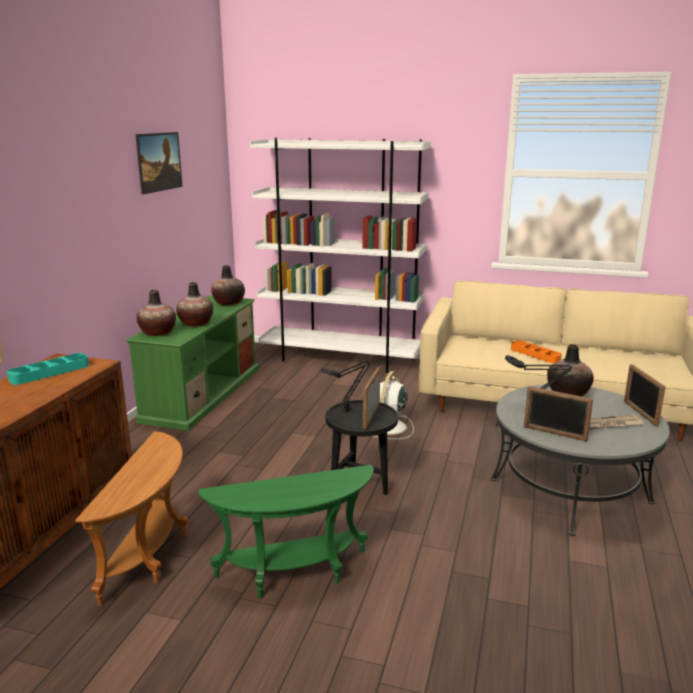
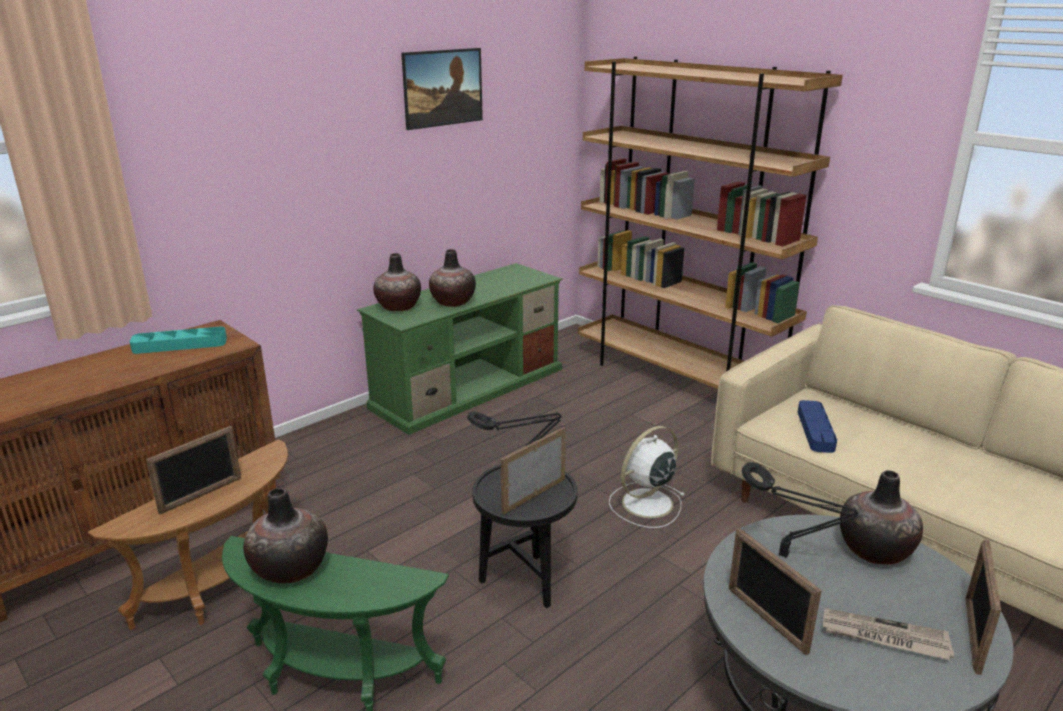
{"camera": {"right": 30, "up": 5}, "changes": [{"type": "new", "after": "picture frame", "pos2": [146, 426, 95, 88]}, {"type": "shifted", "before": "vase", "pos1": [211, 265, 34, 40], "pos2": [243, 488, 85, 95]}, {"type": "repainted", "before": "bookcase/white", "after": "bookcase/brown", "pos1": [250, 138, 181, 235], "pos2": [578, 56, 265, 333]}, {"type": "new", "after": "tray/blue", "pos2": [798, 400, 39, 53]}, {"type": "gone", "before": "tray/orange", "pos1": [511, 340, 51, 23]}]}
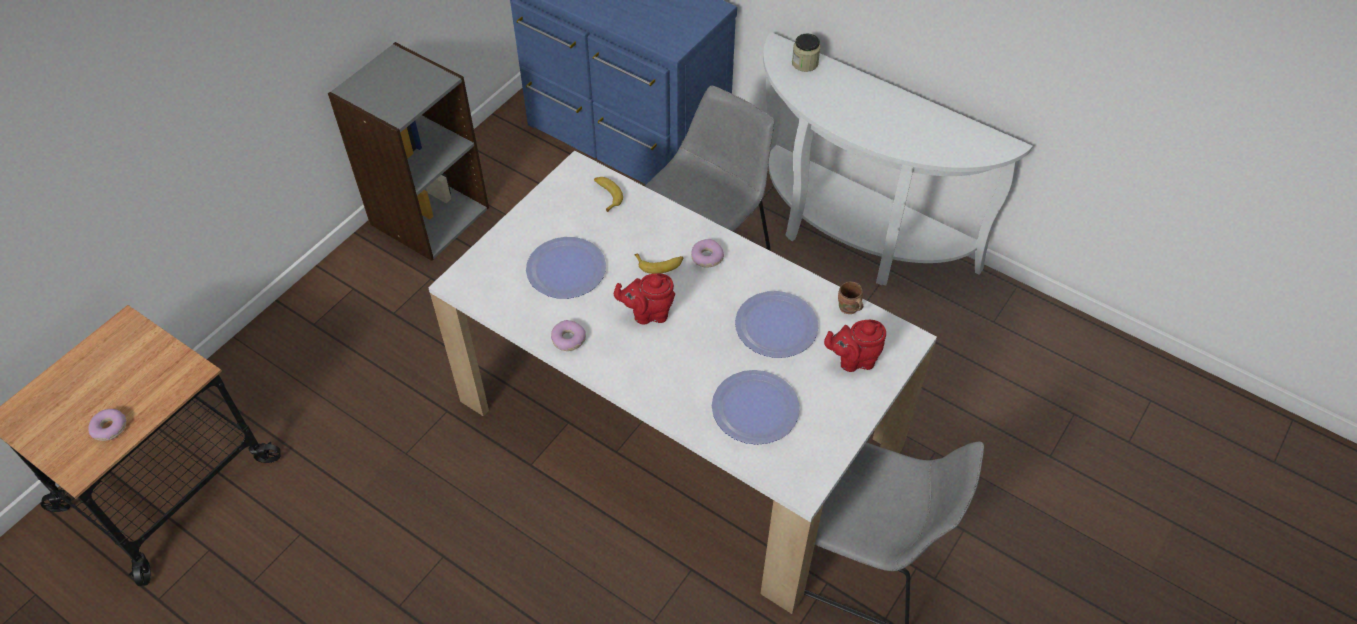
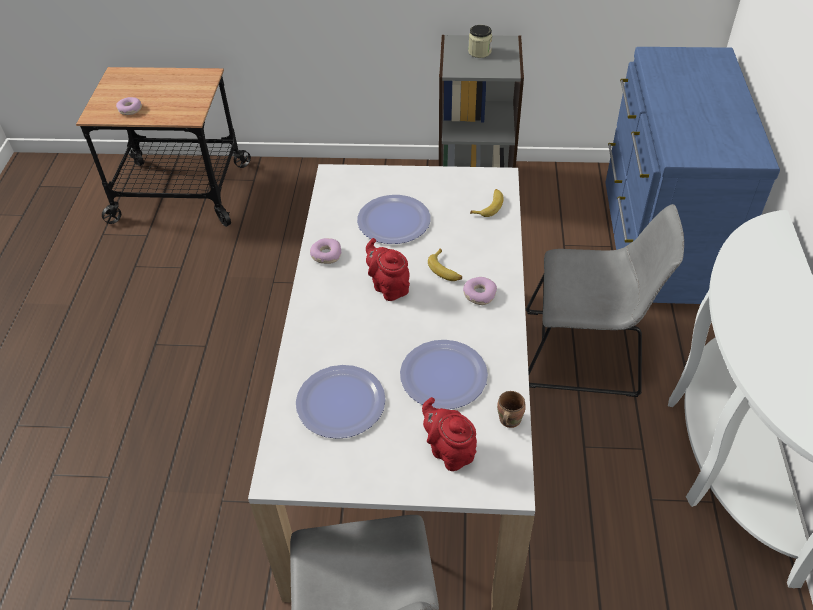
{"camera": {"right": 60, "up": -5}, "changes": [{"type": "shifted", "before": "jar", "pos1": [792, 33, 29, 39], "pos2": [468, 25, 24, 33]}]}
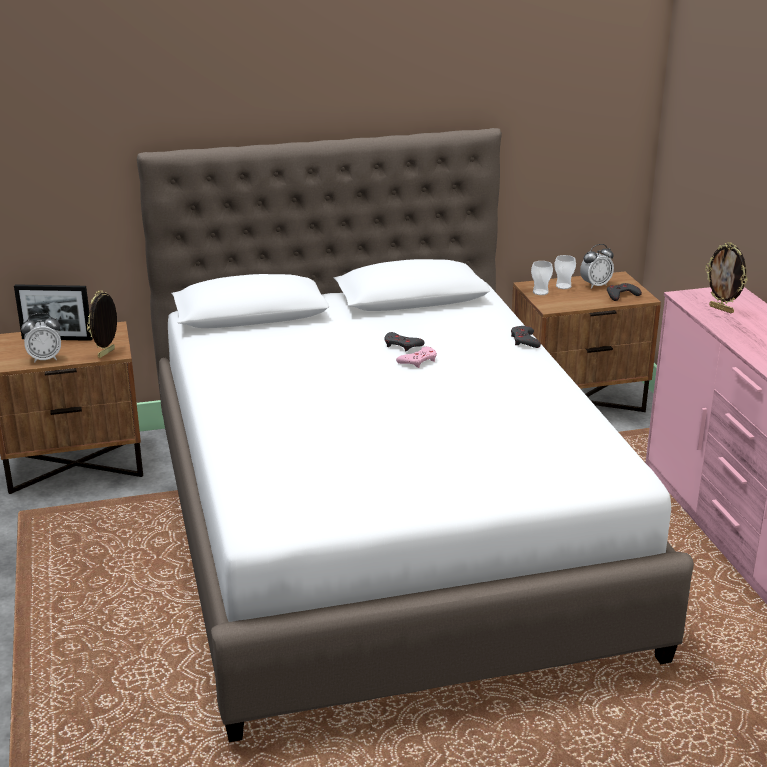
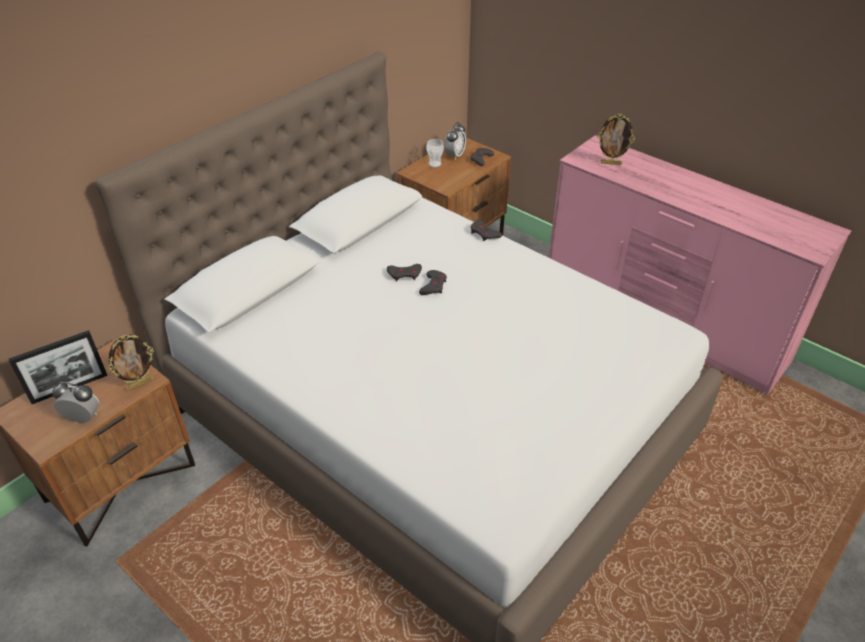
{"camera": {"right": -35, "up": 15}, "changes": [{"type": "rotated", "before": "alarm clock", "pos1": [21, 313, 40, 50], "pos2": [52, 382, 47, 41], "turn": -120}, {"type": "rotated", "before": "picture frame", "pos1": [87, 290, 30, 68], "pos2": [108, 334, 46, 57], "turn": -120}, {"type": "repainted", "before": "game controller/pink", "after": "game controller/grey", "pos1": [396, 347, 41, 21], "pos2": [419, 270, 28, 25]}, {"type": "gone", "before": "cup", "pos1": [531, 261, 22, 34]}]}
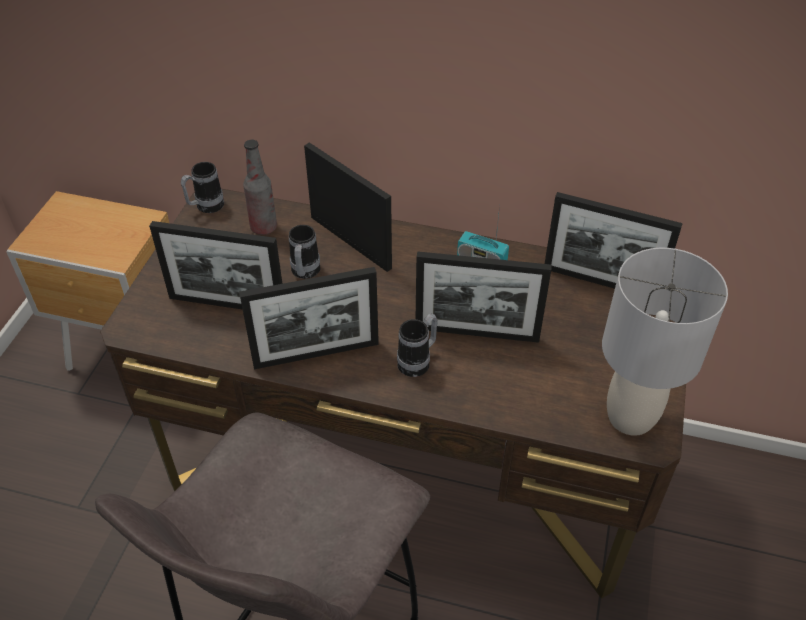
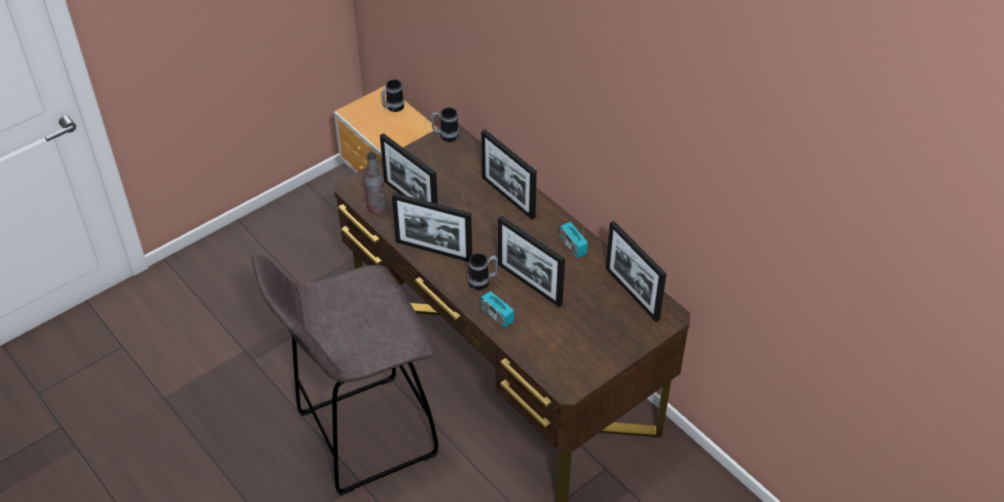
{"camera": {"right": 35, "up": 0}, "changes": [{"type": "shifted", "before": "bottle", "pos1": [243, 140, 34, 95], "pos2": [364, 152, 22, 62]}, {"type": "shifted", "before": "mug", "pos1": [289, 225, 31, 54], "pos2": [381, 79, 23, 33]}, {"type": "rotated", "before": "picture frame", "pos1": [304, 142, 88, 130], "pos2": [481, 129, 56, 90], "turn": 150}, {"type": "new", "after": "radio", "pos2": [481, 281, 33, 47]}, {"type": "gone", "before": "table lamp/grey", "pos1": [602, 248, 126, 188]}]}
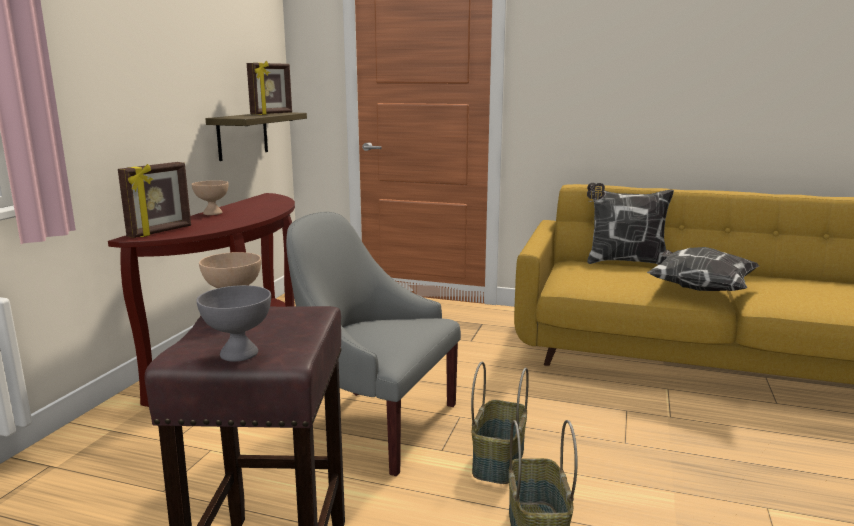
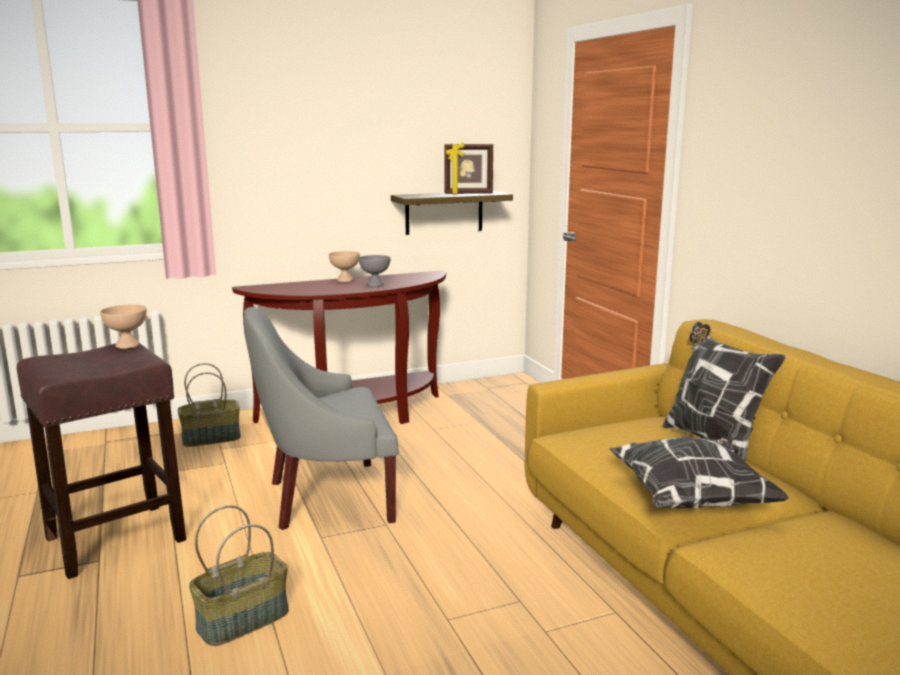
{"camera": {"right": 50, "up": 0}, "changes": [{"type": "shifted", "before": "basket", "pos1": [471, 362, 58, 122], "pos2": [178, 363, 63, 84]}, {"type": "rotated", "before": "armchair/grey", "pos1": [286, 212, 175, 264], "pos2": [244, 307, 154, 223], "turn": -90}, {"type": "shifted", "before": "bowl/grey", "pos1": [197, 285, 74, 77], "pos2": [359, 255, 32, 32]}, {"type": "gone", "before": "picture frame", "pos1": [118, 162, 73, 76]}]}
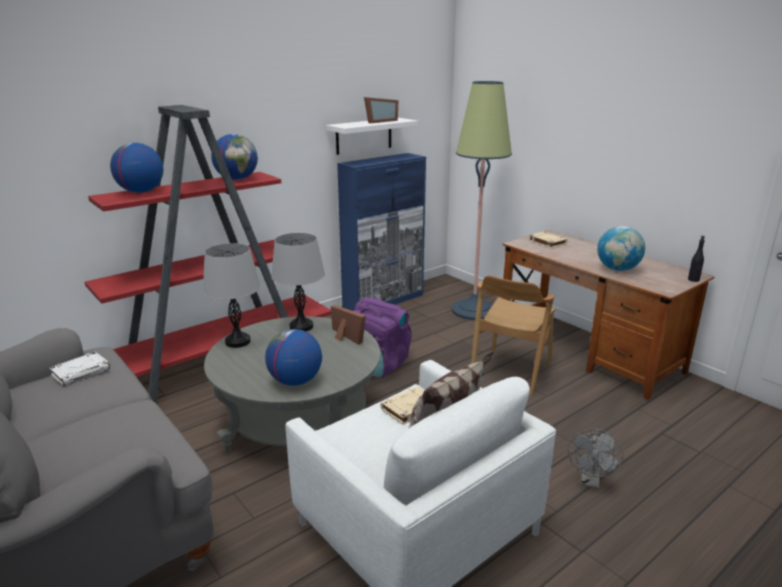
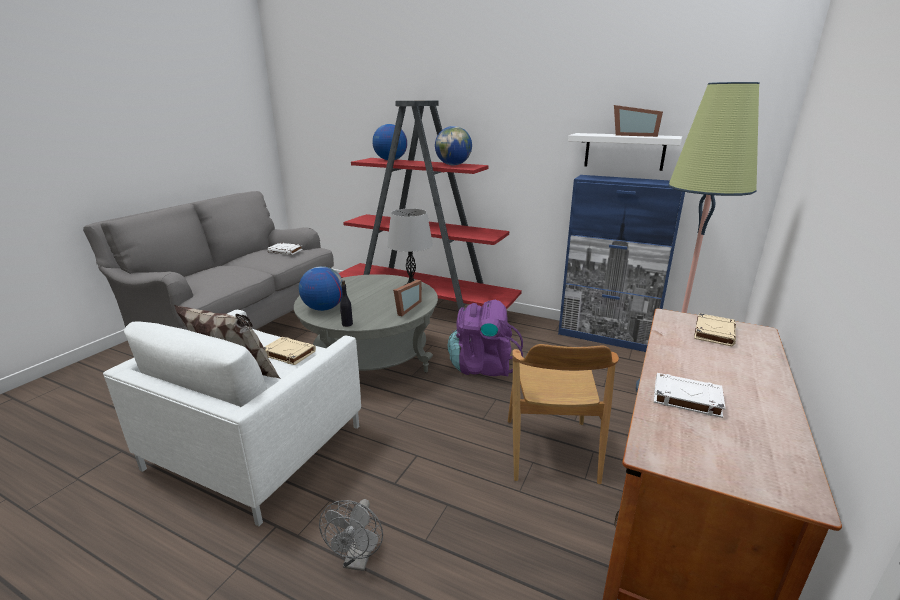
{"camera": {"right": 65, "up": 0}, "changes": [{"type": "rotated", "before": "fan/grey", "pos1": [568, 429, 55, 60], "pos2": [319, 499, 64, 72], "turn": -75}, {"type": "shifted", "before": "bottle/black", "pos1": [688, 236, 17, 46], "pos2": [340, 280, 13, 47]}, {"type": "rotated", "before": "chair/brown", "pos1": [471, 276, 84, 120], "pos2": [508, 344, 111, 140], "turn": -90}, {"type": "swapped", "before": "globe", "after": "book/white", "pos1": [597, 226, 48, 45], "pos2": [654, 373, 72, 45]}, {"type": "gone", "before": "table lamp/grey", "pos1": [203, 243, 57, 105]}]}
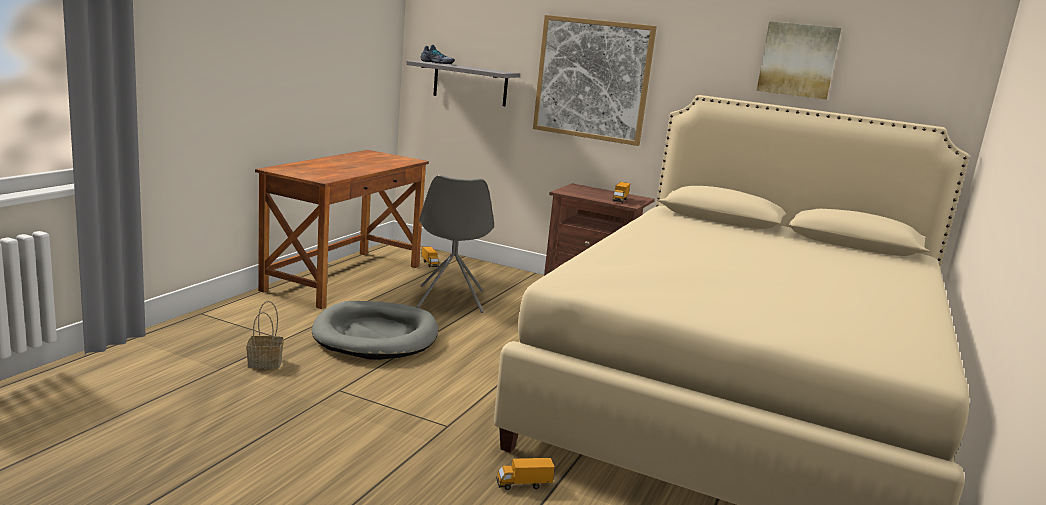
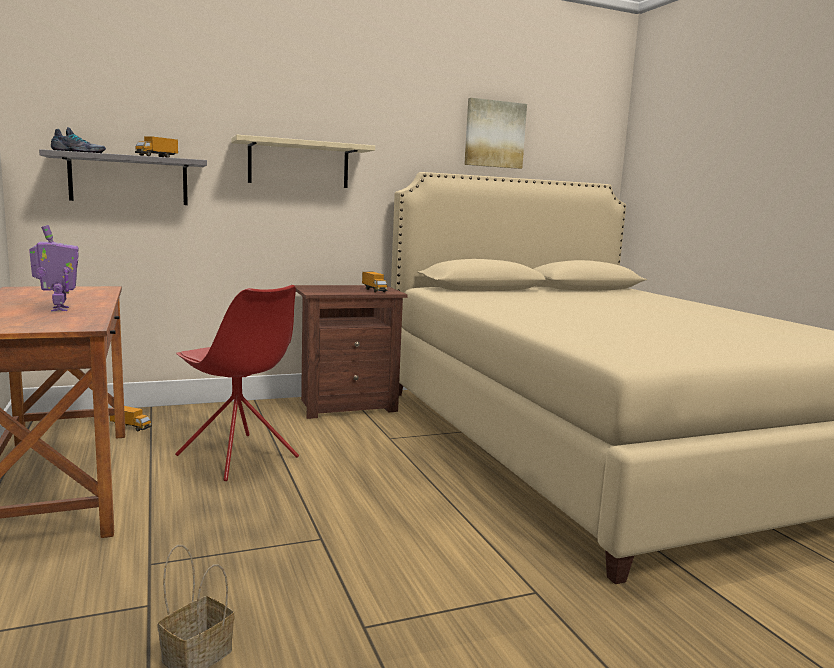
{"camera": {"right": -45, "up": -5}, "changes": [{"type": "new", "after": "toy robot", "pos2": [29, 225, 50, 87]}, {"type": "shifted", "before": "toy truck", "pos1": [496, 458, 59, 32], "pos2": [135, 136, 43, 22]}, {"type": "repainted", "before": "chair/grey", "after": "chair/red", "pos1": [416, 175, 78, 138], "pos2": [175, 285, 124, 196]}, {"type": "swapped", "before": "picture", "after": "shelf/beige", "pos1": [533, 15, 124, 131], "pos2": [231, 135, 144, 53]}, {"type": "gone", "before": "dog bed/grey", "pos1": [312, 301, 126, 59]}]}
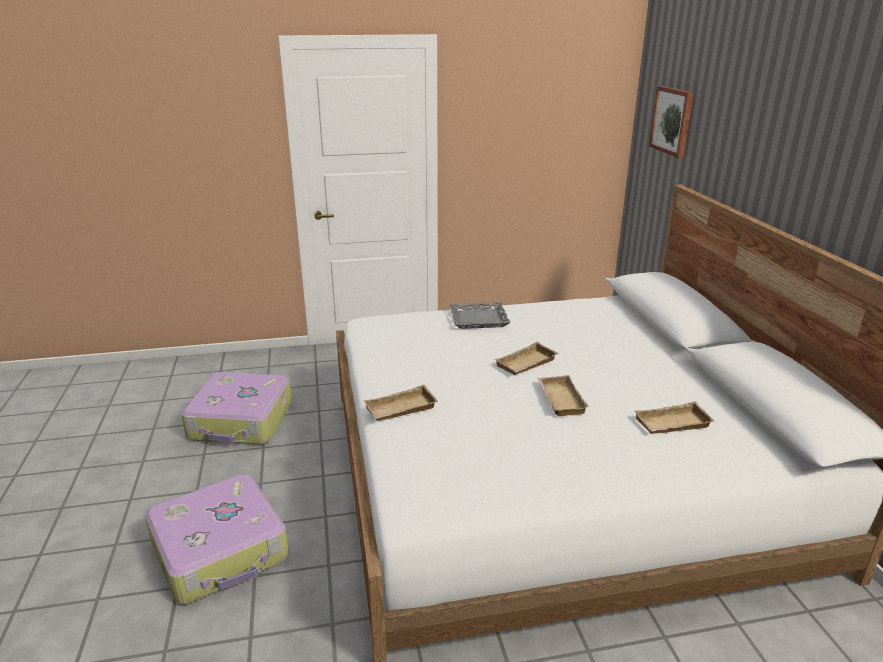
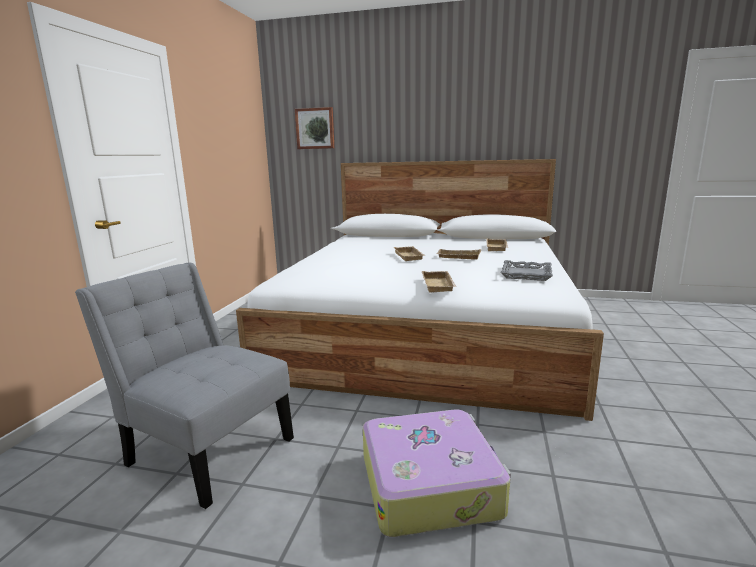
{"camera": {"right": -65, "up": -10}, "changes": [{"type": "swapped", "before": "suitcase", "after": "chair/grey", "pos1": [181, 372, 111, 73], "pos2": [75, 263, 219, 246]}, {"type": "shifted", "before": "tray/grey", "pos1": [450, 302, 61, 27], "pos2": [501, 260, 52, 21]}]}
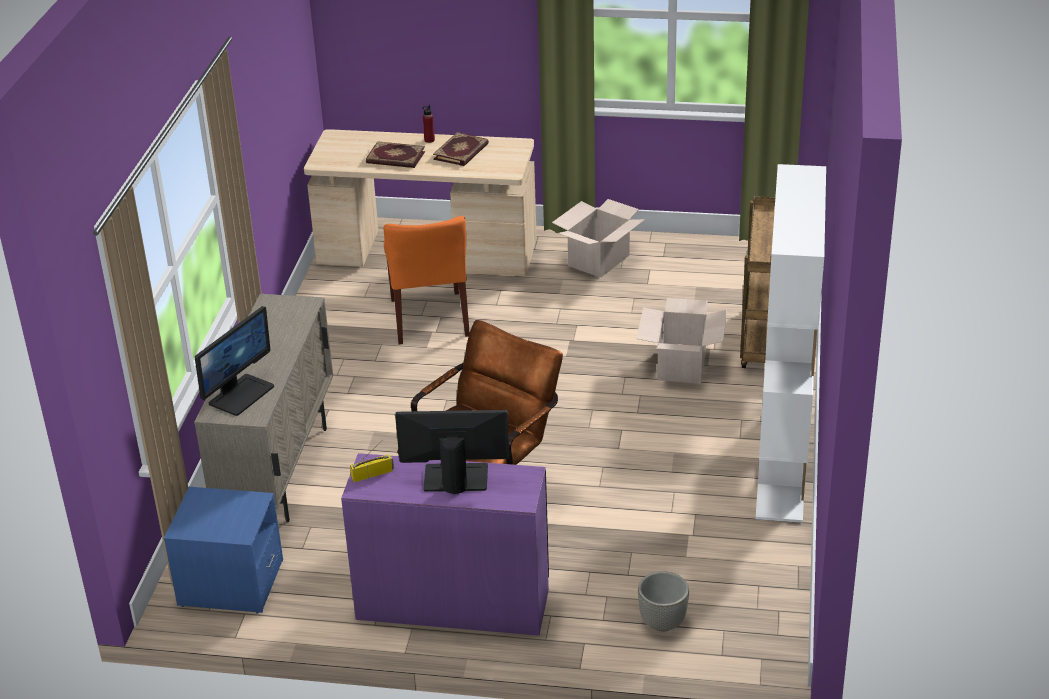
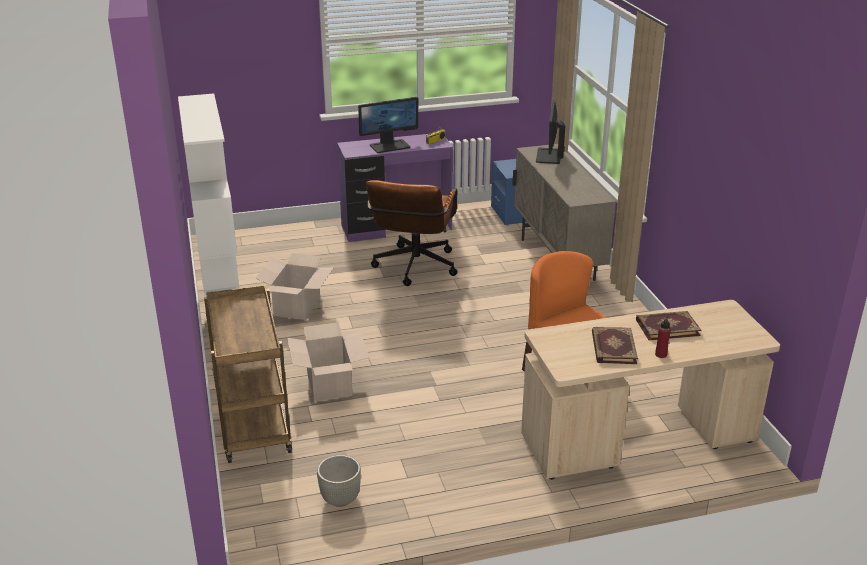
{"camera": {"right": 155, "up": -5}, "changes": [{"type": "shifted", "before": "cardboard box", "pos1": [552, 199, 93, 79], "pos2": [255, 253, 79, 67]}, {"type": "shifted", "before": "planter/grey", "pos1": [638, 571, 51, 60], "pos2": [317, 455, 44, 52]}]}
